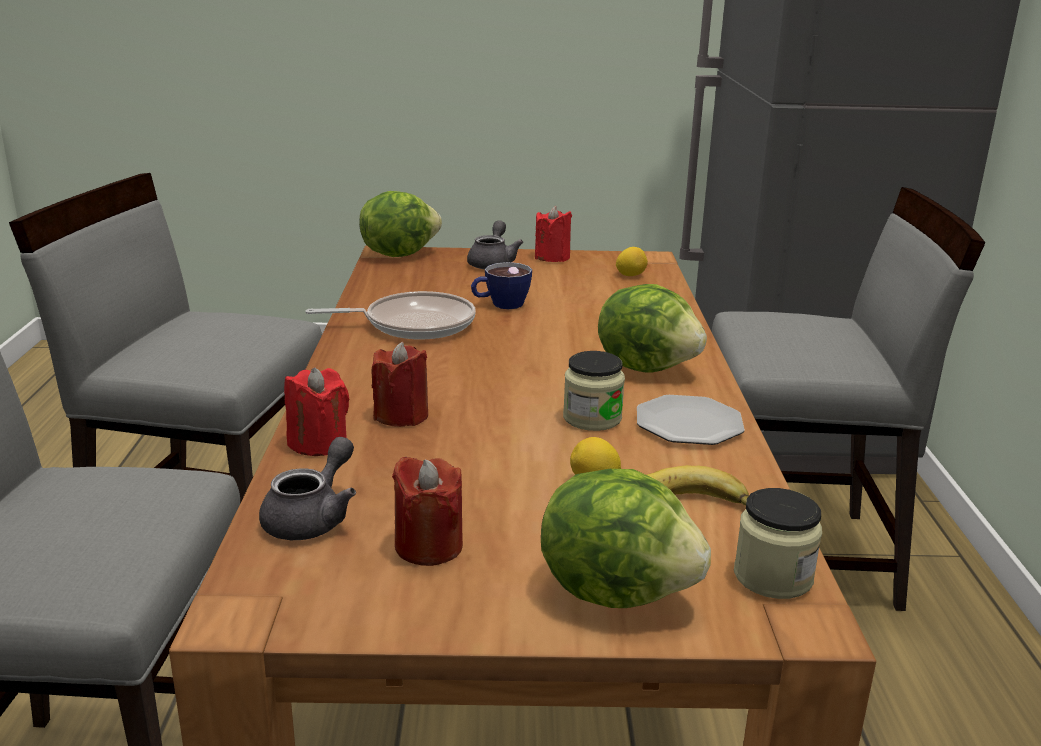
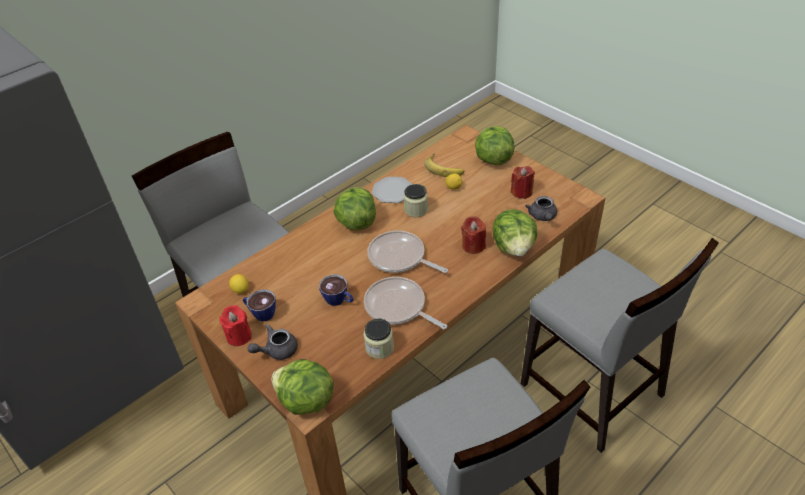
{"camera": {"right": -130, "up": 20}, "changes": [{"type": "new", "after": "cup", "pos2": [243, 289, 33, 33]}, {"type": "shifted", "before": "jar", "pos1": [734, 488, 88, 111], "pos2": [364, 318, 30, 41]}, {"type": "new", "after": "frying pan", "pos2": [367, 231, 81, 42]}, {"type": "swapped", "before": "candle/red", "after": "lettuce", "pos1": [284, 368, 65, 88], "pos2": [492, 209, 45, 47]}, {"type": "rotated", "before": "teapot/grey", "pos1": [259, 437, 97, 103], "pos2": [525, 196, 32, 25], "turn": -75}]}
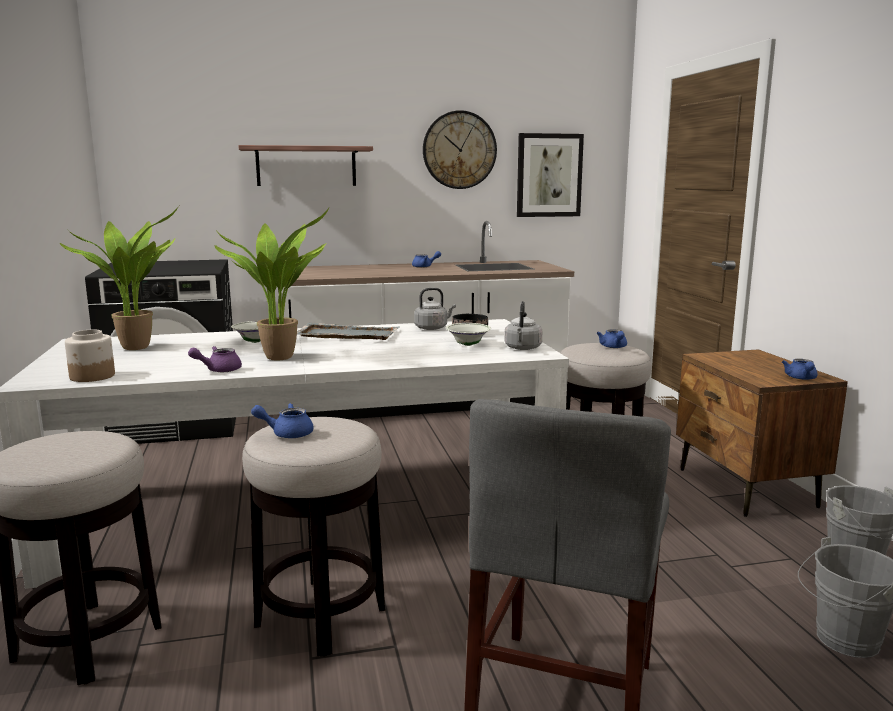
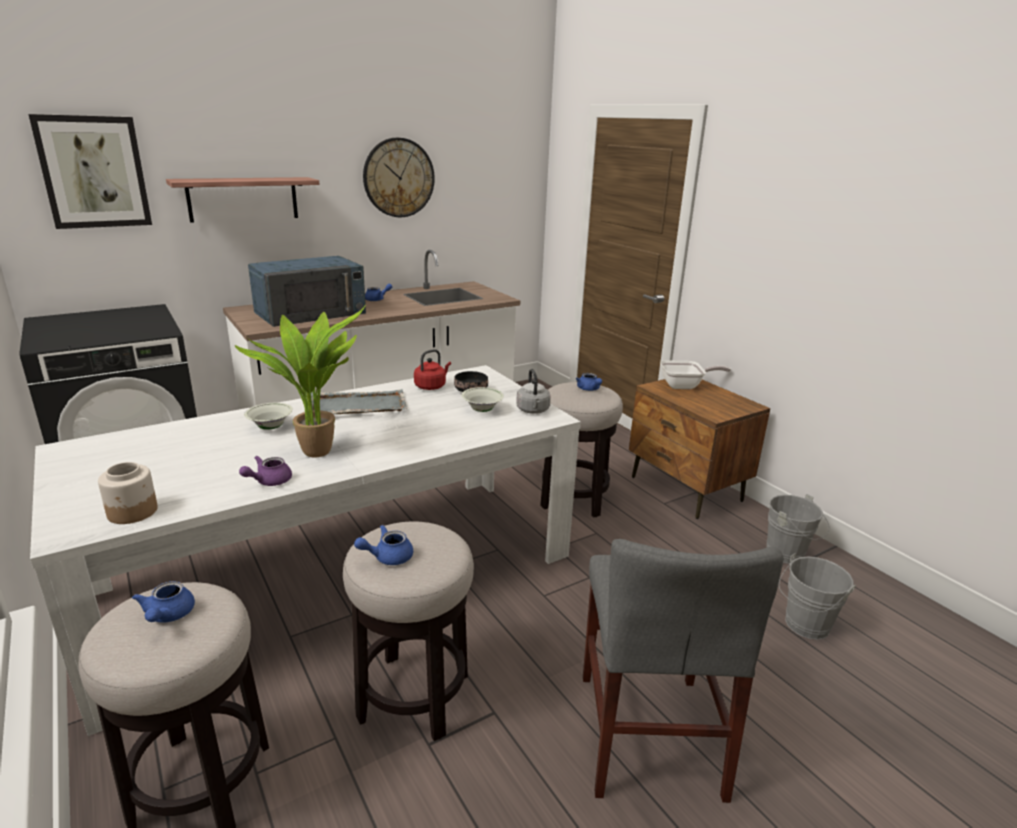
{"camera": {"right": -20, "up": 10}, "changes": [{"type": "shifted", "before": "picture", "pos1": [517, 133, 67, 84], "pos2": [28, 114, 124, 115]}, {"type": "shifted", "before": "teapot/blue", "pos1": [782, 359, 36, 21], "pos2": [132, 581, 63, 41]}, {"type": "new", "after": "microwave/blue", "pos2": [248, 256, 118, 71]}, {"type": "repainted", "before": "kettle/grey", "after": "kettle/red", "pos1": [414, 288, 42, 42], "pos2": [414, 349, 37, 41]}, {"type": "new", "after": "frying pan", "pos2": [660, 360, 71, 29]}, {"type": "gone", "before": "potted plant", "pos1": [60, 206, 119, 144]}]}
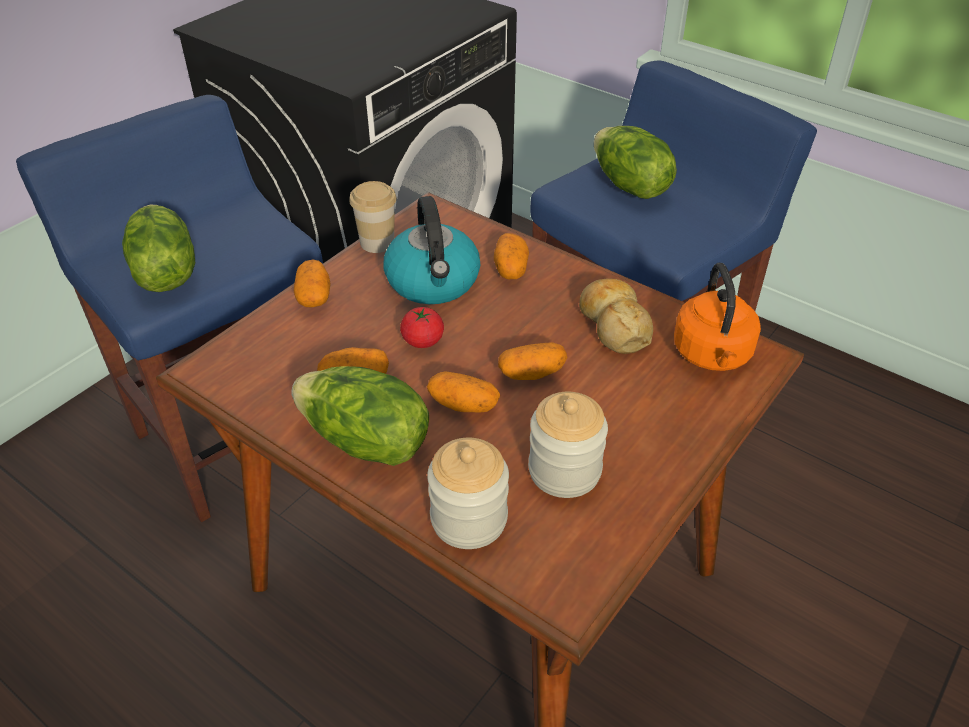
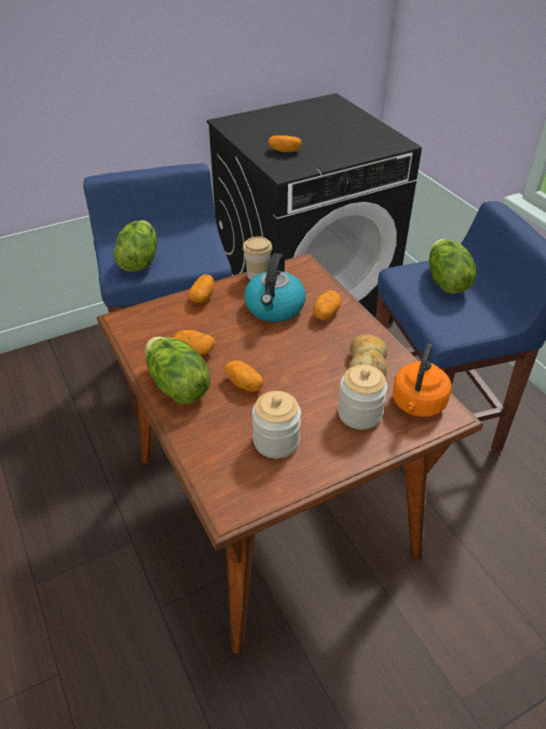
{"camera": {"right": 25, "up": 0}, "changes": [{"type": "shifted", "before": "potato", "pos1": [498, 342, 69, 38], "pos2": [268, 135, 34, 17]}, {"type": "shifted", "before": "jar", "pos1": [427, 438, 82, 111], "pos2": [338, 365, 50, 65]}, {"type": "gone", "before": "tomato", "pos1": [400, 307, 44, 41]}]}
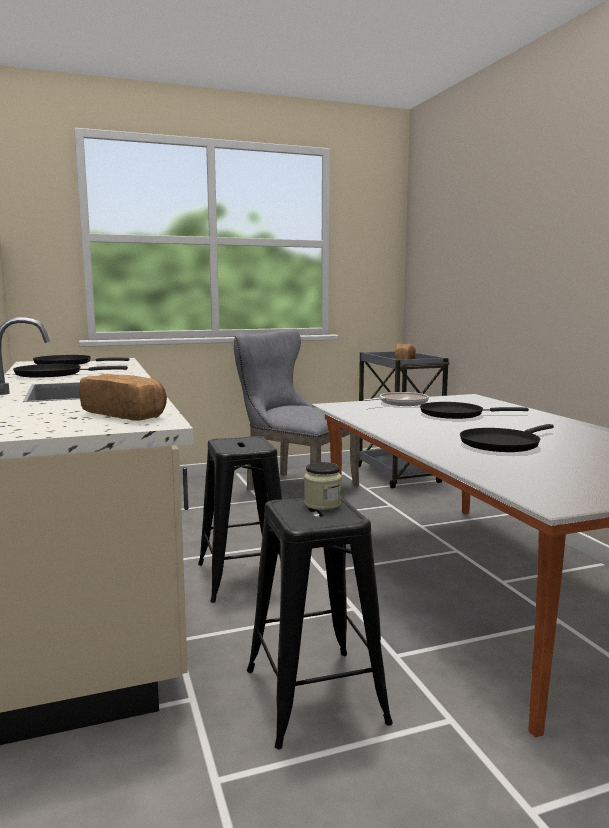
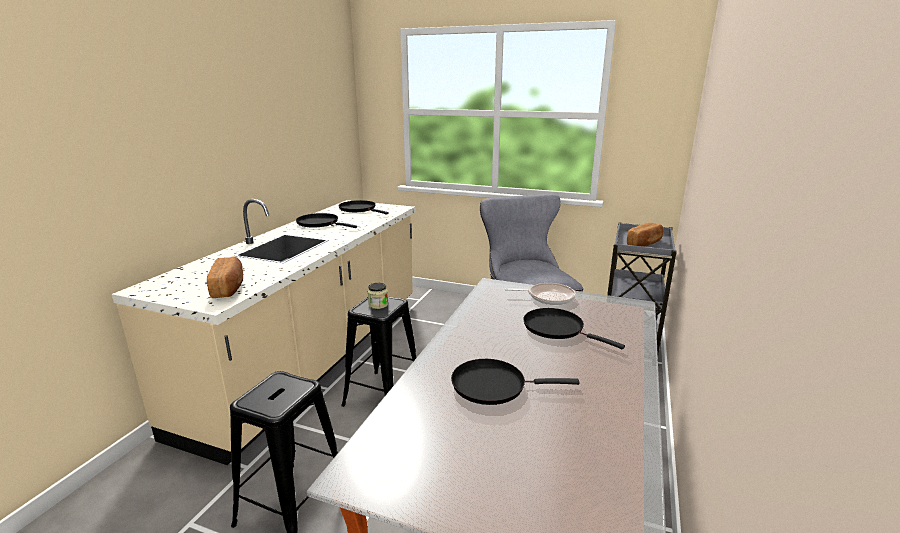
{"camera": {"right": 40, "up": 10}, "changes": [{"type": "shifted", "before": "jar", "pos1": [304, 462, 37, 48], "pos2": [368, 283, 20, 26]}]}
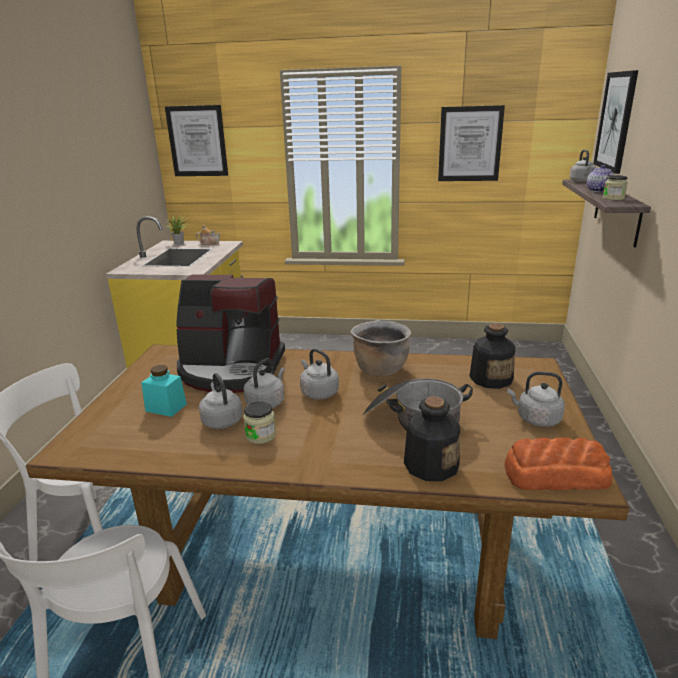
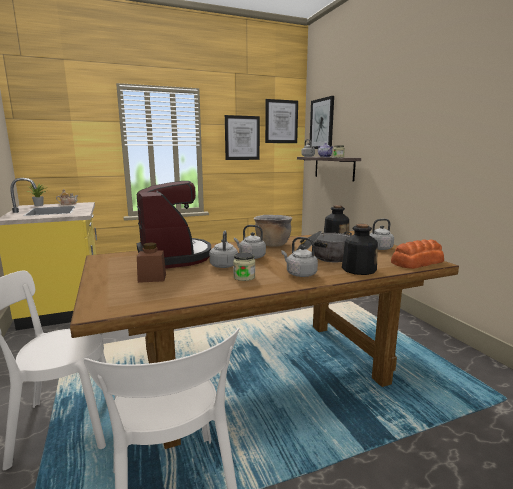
{"camera": {"right": -30, "up": -10}, "changes": [{"type": "rotated", "before": "coffee machine", "pos1": [176, 274, 109, 119], "pos2": [137, 181, 74, 88], "turn": -90}, {"type": "repainted", "before": "jar/turquoise", "after": "jar/brown", "pos1": [141, 365, 46, 52], "pos2": [137, 243, 29, 40]}, {"type": "shifted", "before": "picture", "pos1": [165, 105, 63, 71], "pos2": [265, 99, 33, 44]}, {"type": "shifted", "before": "kettle/grey", "pos1": [199, 373, 44, 56], "pos2": [281, 237, 37, 40]}]}
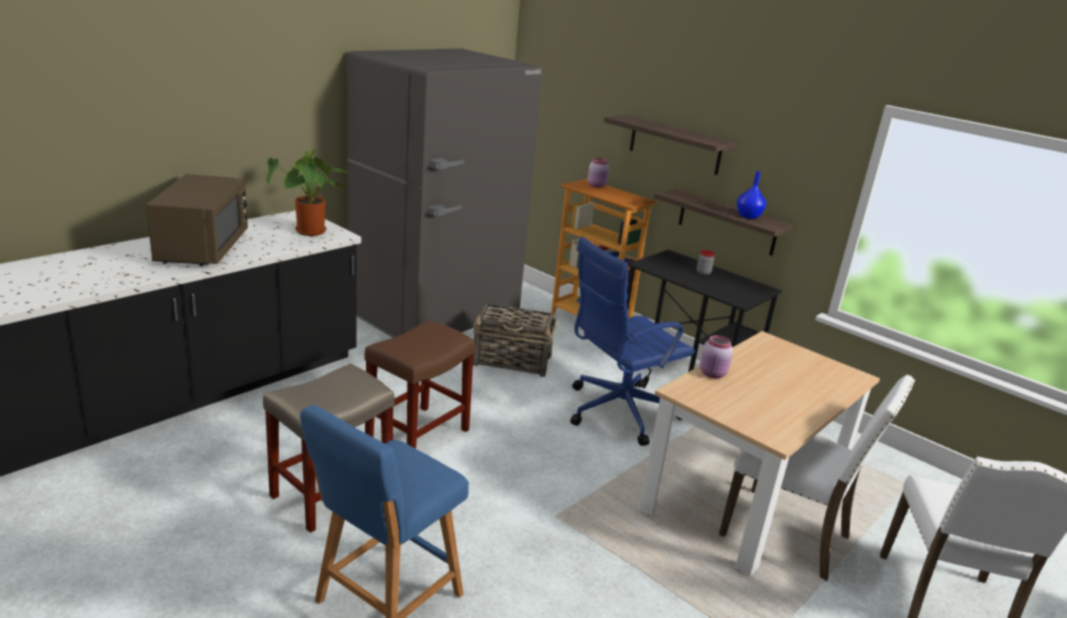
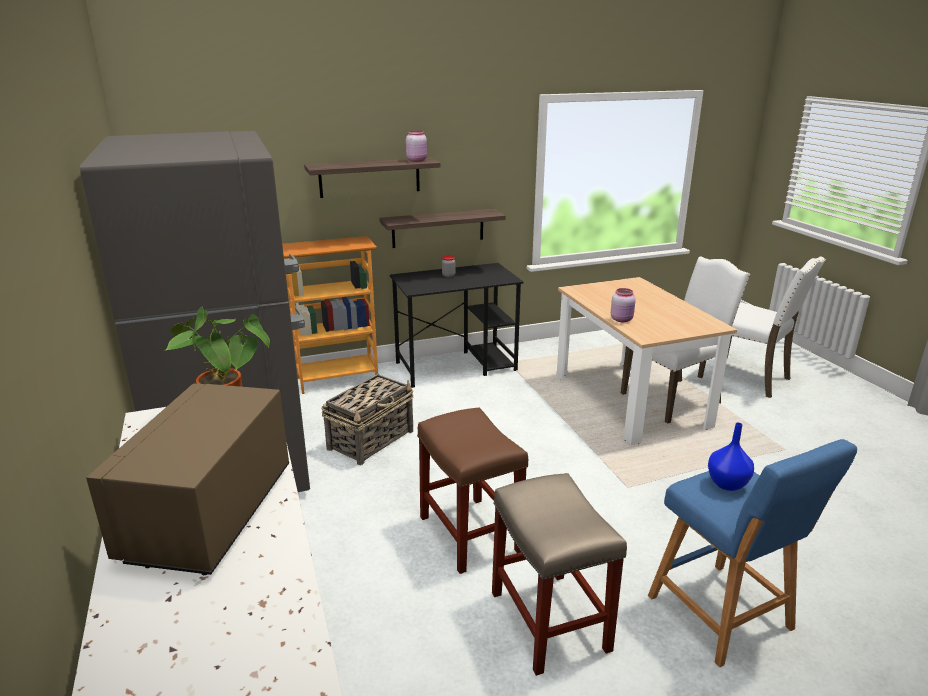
{"camera": {"right": -60, "up": 0}, "changes": [{"type": "rotated", "before": "microwave/brown", "pos1": [146, 174, 102, 92], "pos2": [86, 383, 203, 192], "turn": -105}, {"type": "shifted", "before": "jar/pink", "pos1": [588, 158, 21, 30], "pos2": [406, 131, 21, 31]}, {"type": "shifted", "before": "vase/blue", "pos1": [737, 171, 29, 48], "pos2": [708, 423, 46, 68]}, {"type": "gone", "before": "office chair/blue", "pos1": [570, 237, 125, 209]}]}
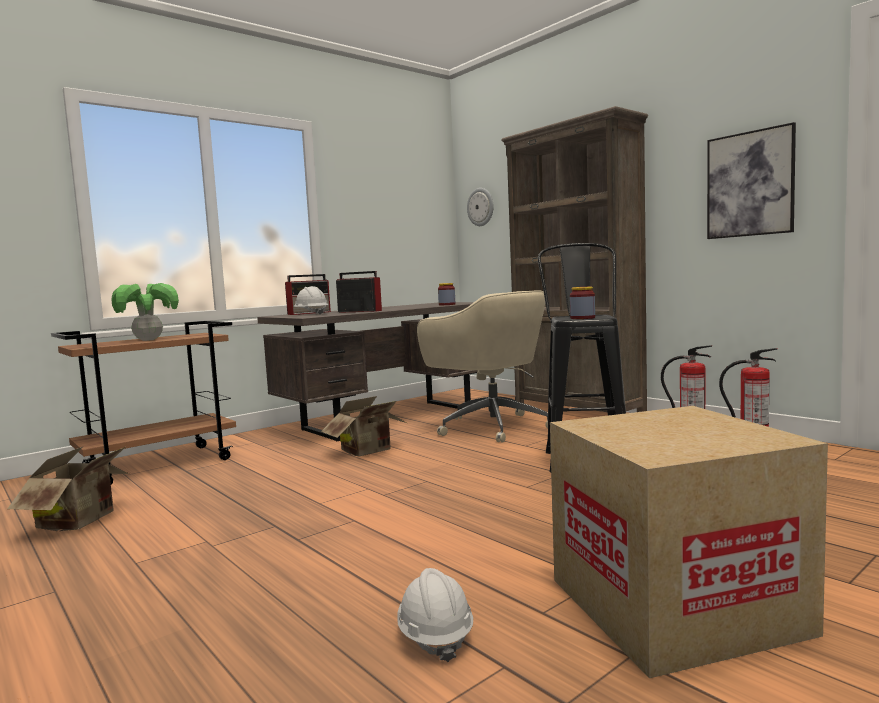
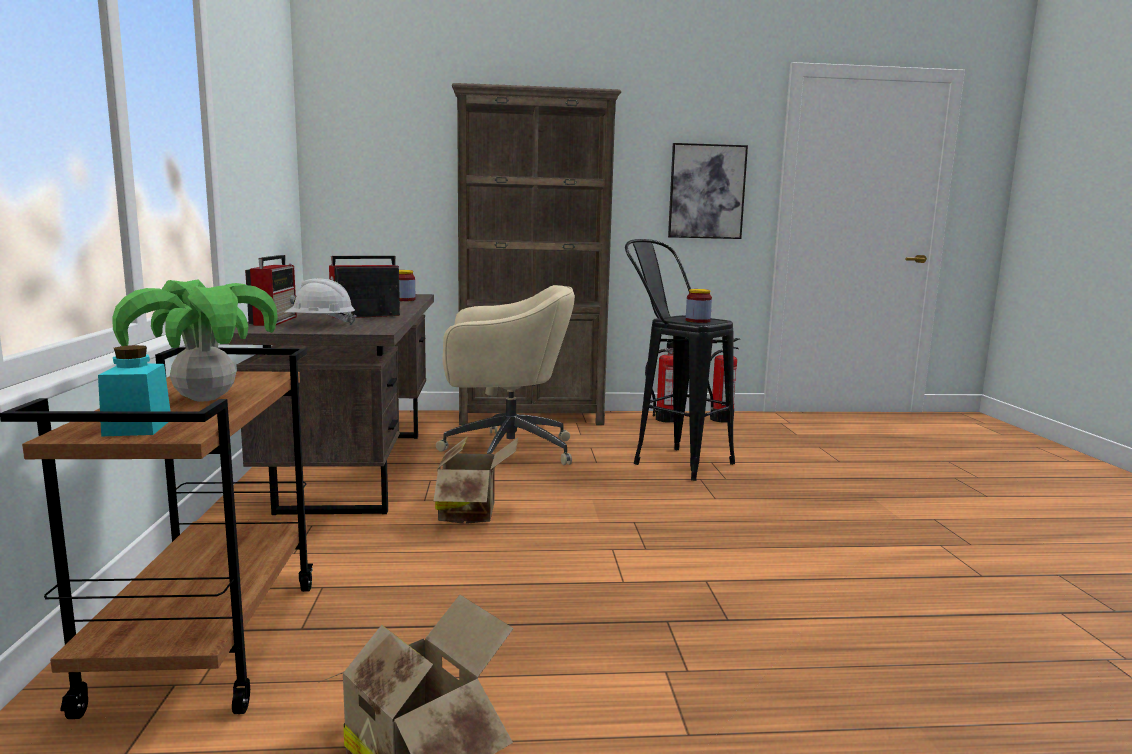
{"camera": {"right": -55, "up": 5}, "changes": [{"type": "new", "after": "jar/turquoise", "pos2": [98, 345, 73, 92]}, {"type": "gone", "before": "hard hat/white", "pos1": [397, 568, 76, 94]}, {"type": "gone", "before": "wall clock", "pos1": [467, 188, 27, 38]}, {"type": "gone", "before": "cardboard box", "pos1": [550, 406, 278, 272]}]}
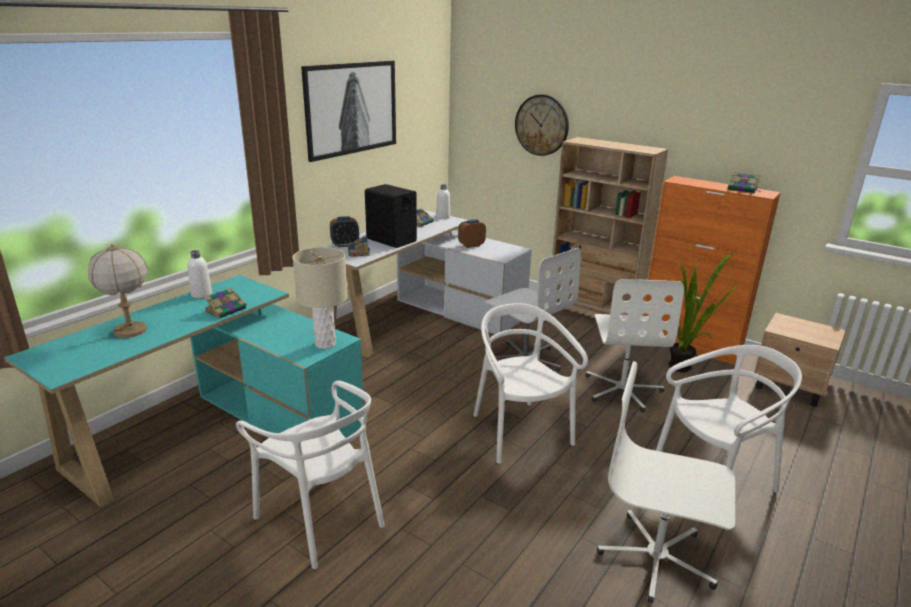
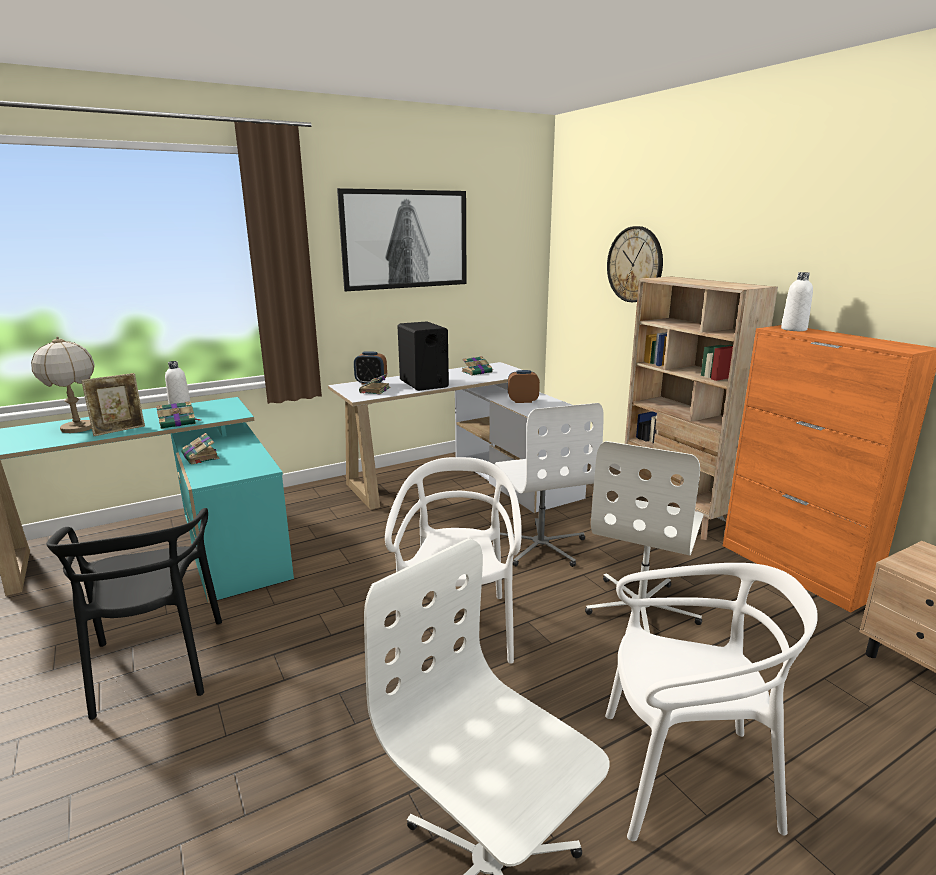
{"camera": {"right": 25, "up": -5}, "changes": [{"type": "repainted", "before": "chair/white", "after": "chair/black", "pos1": [236, 381, 149, 188], "pos2": [46, 508, 176, 212]}, {"type": "new", "after": "picture frame", "pos2": [81, 373, 64, 63]}, {"type": "shifted", "before": "book", "pos1": [727, 172, 33, 21], "pos2": [182, 433, 38, 32]}, {"type": "shifted", "before": "bottle/white", "pos1": [436, 184, 14, 35], "pos2": [781, 272, 32, 59]}, {"type": "gone", "before": "table lamp/beige", "pos1": [292, 247, 56, 102]}, {"type": "gone", "before": "potted plant", "pos1": [668, 253, 70, 119]}]}
